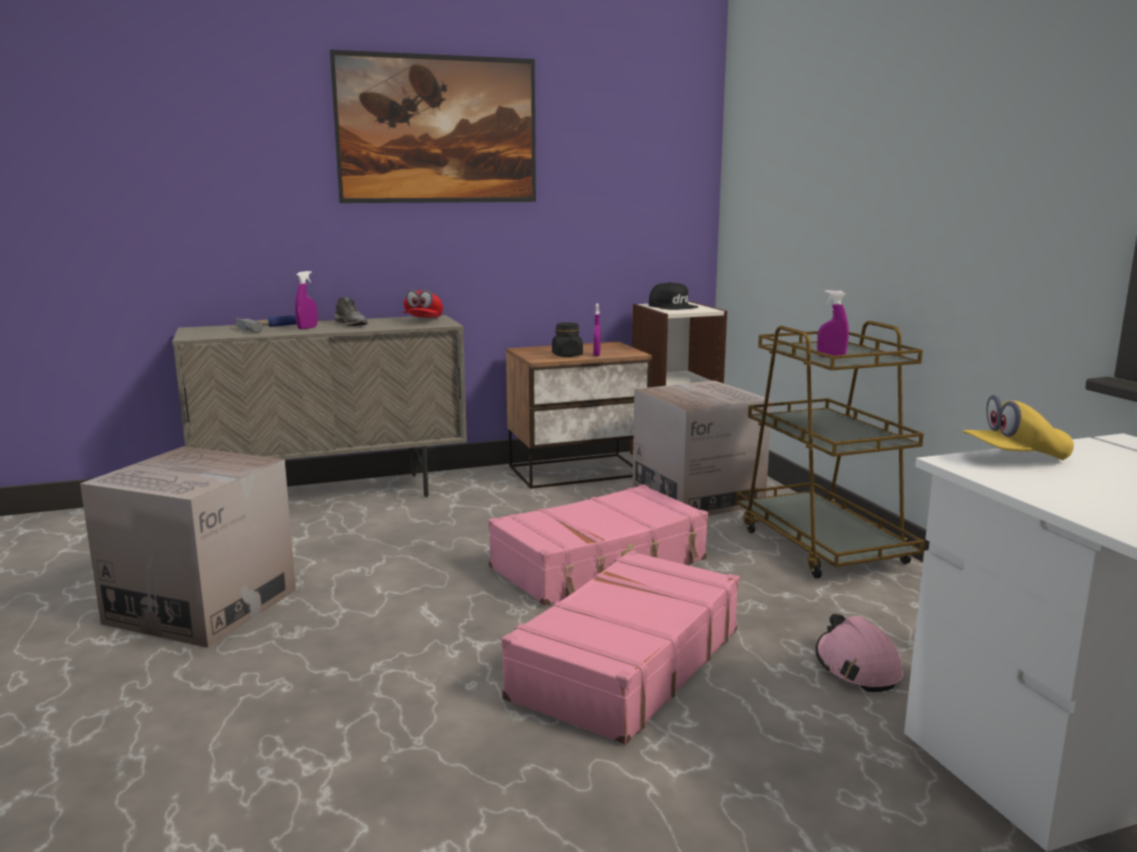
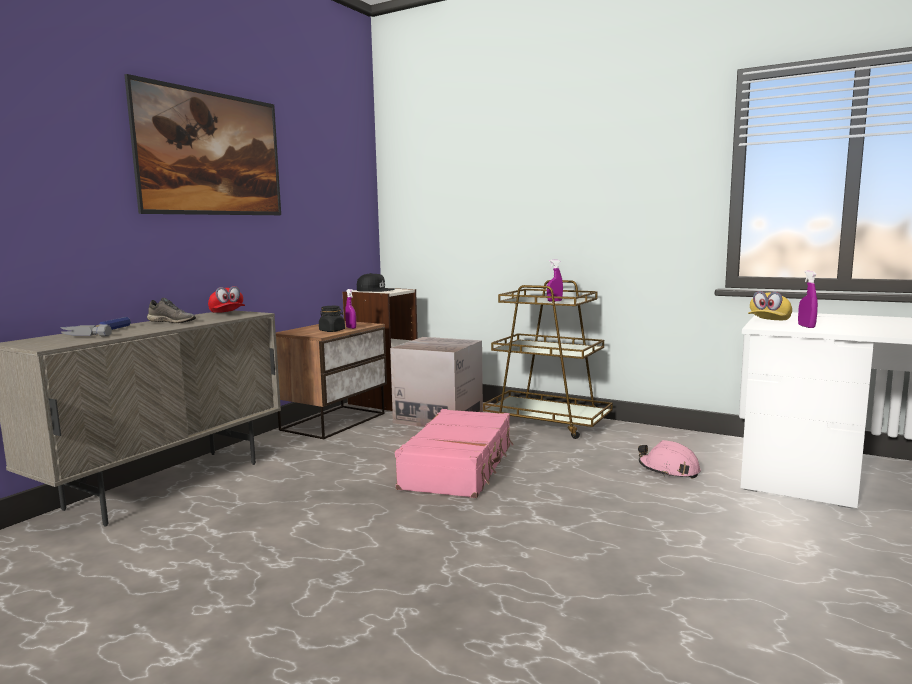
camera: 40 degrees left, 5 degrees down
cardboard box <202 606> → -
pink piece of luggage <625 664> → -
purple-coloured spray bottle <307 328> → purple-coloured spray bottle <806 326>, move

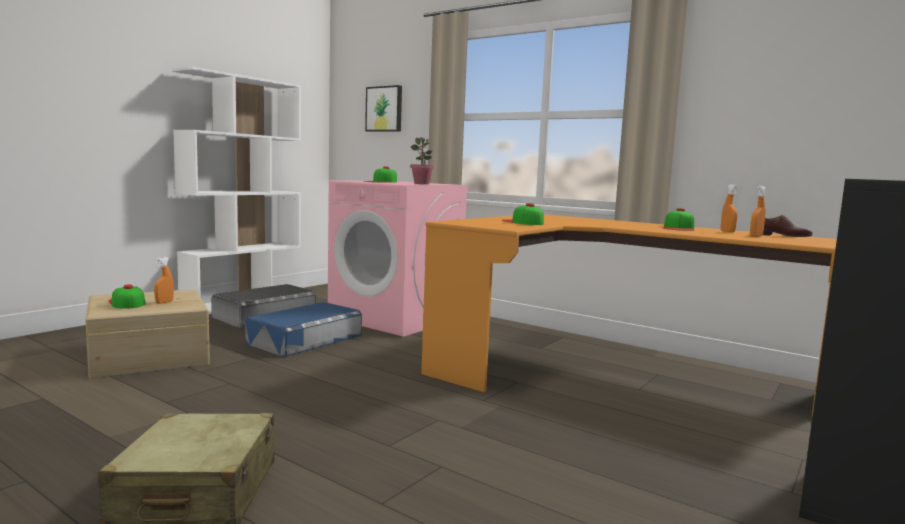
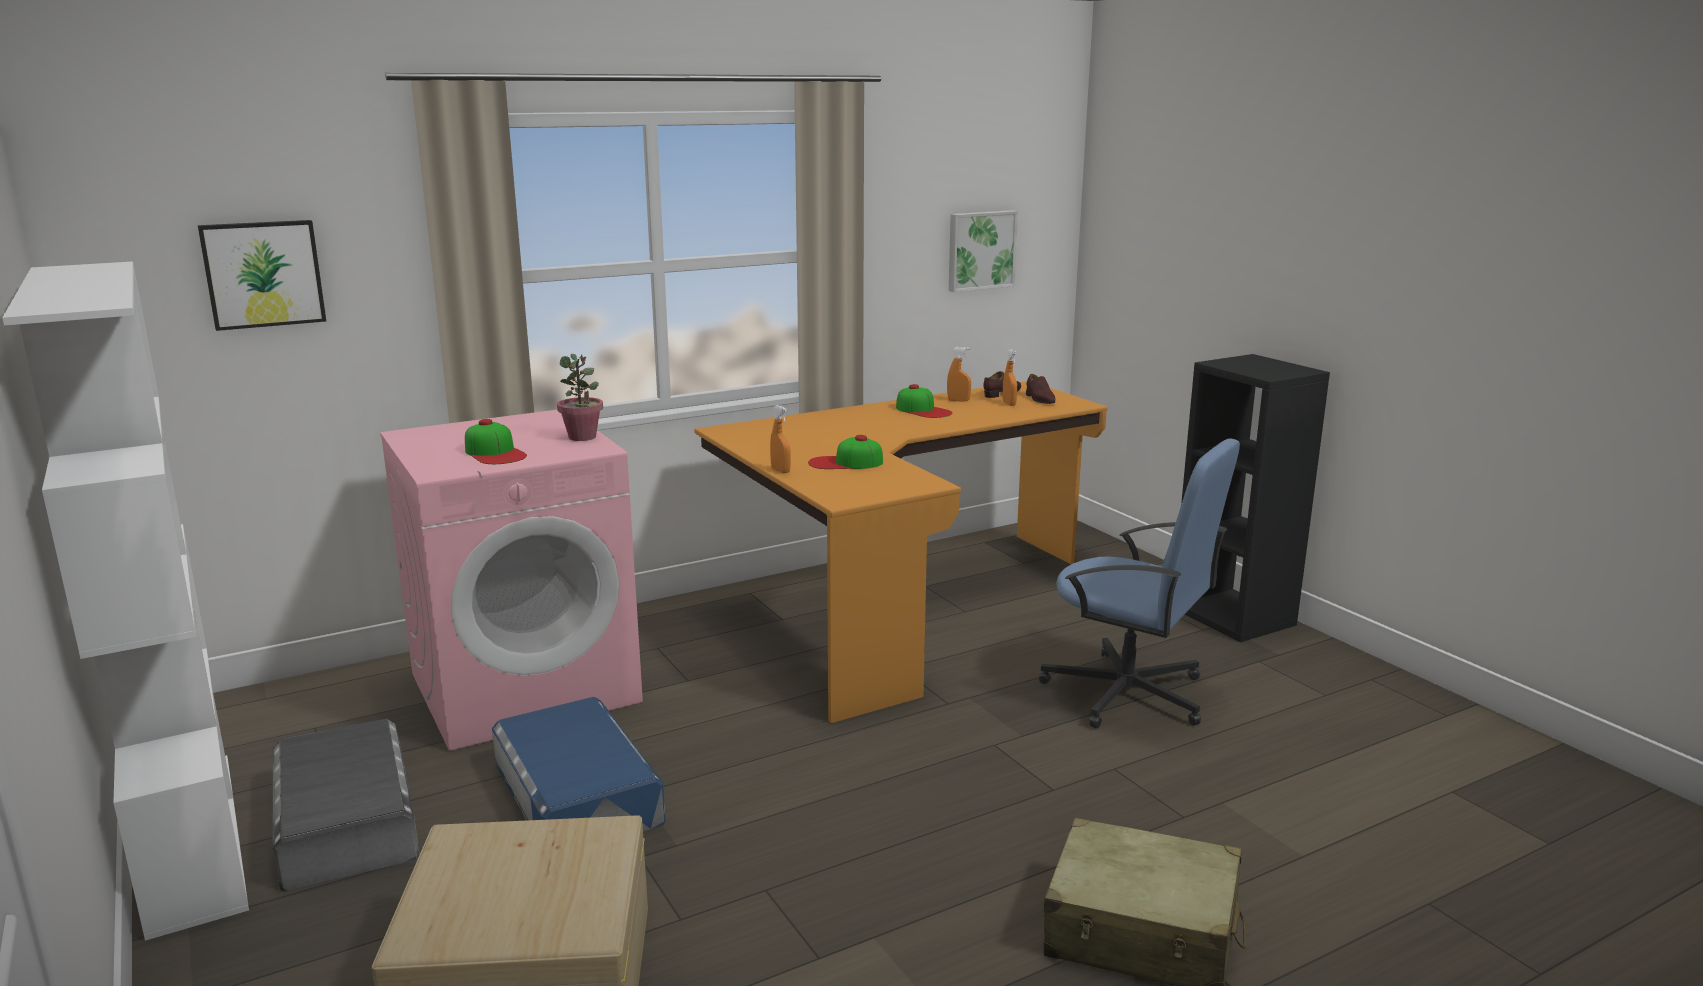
camera: 65 degrees left, 10 degrees up
baseball cap <126 302> → -
- → wall picture <980 250>
- → brown item of footwear <1039 399>
- → blue computer chair <1128 694>
orange-coloured spray bottle <164 302> → orange-coloured spray bottle <780 471>, move

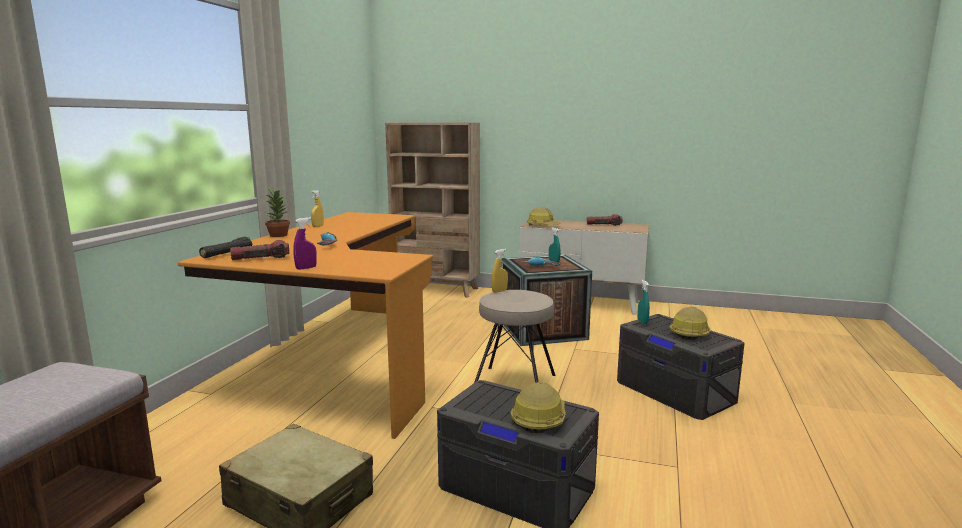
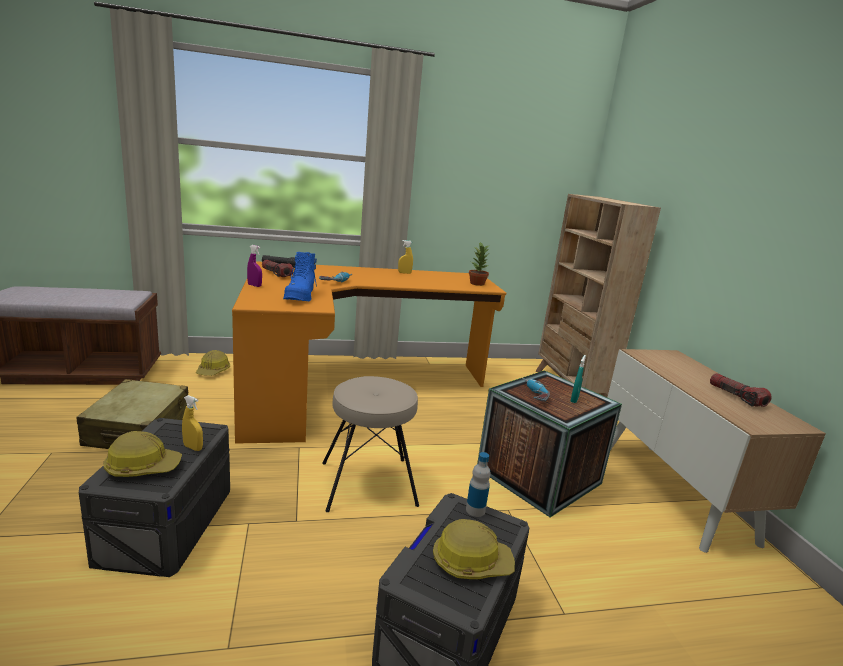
camera: 60 degrees right, 5 degrees up
- → blue tall boot <300 296>
potted plant <278 235> → potted plant <477 283>, move
yellowish spray bottle <499 291> → yellowish spray bottle <193 447>, move
hard hat <542 226> → hard hat <213 371>, move
turquoise-coloured spray bottle <642 322> → bottle <475 510>

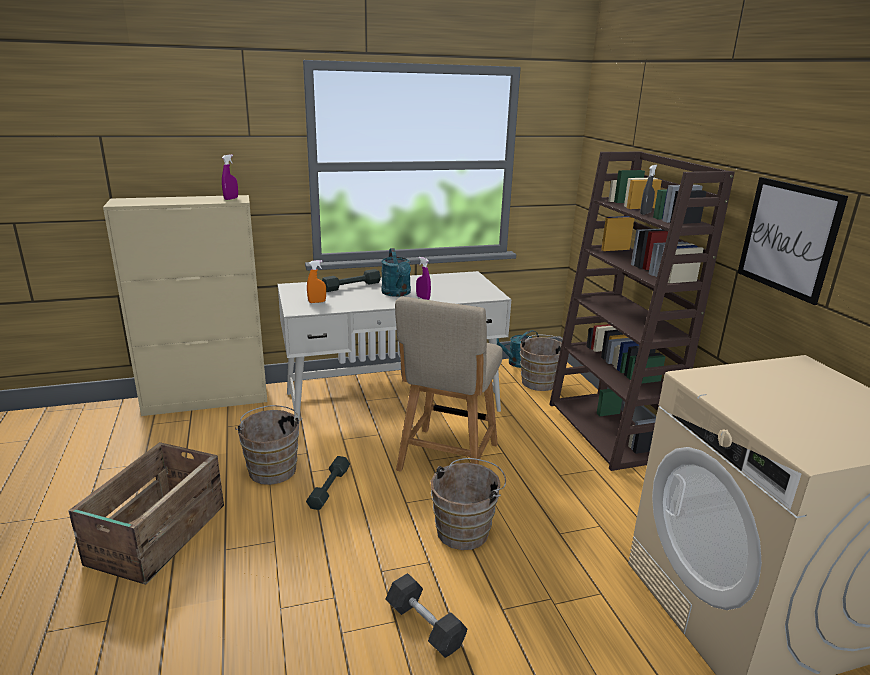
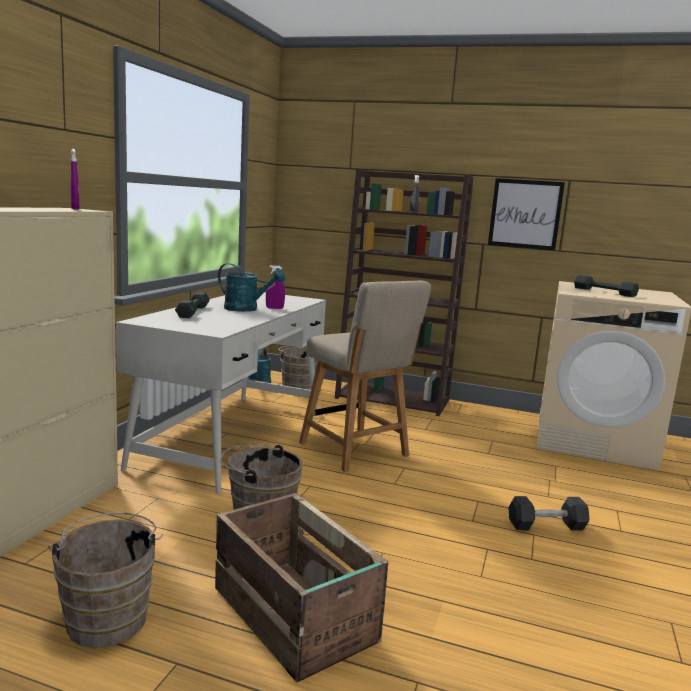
camera: 55 degrees left, 10 degrees down
orange-coloured spray bottle <317 302> → -
gray hand weight <329 488> → gray hand weight <604 292>, move
brown pail <466 529> → brown pail <108 617>, move

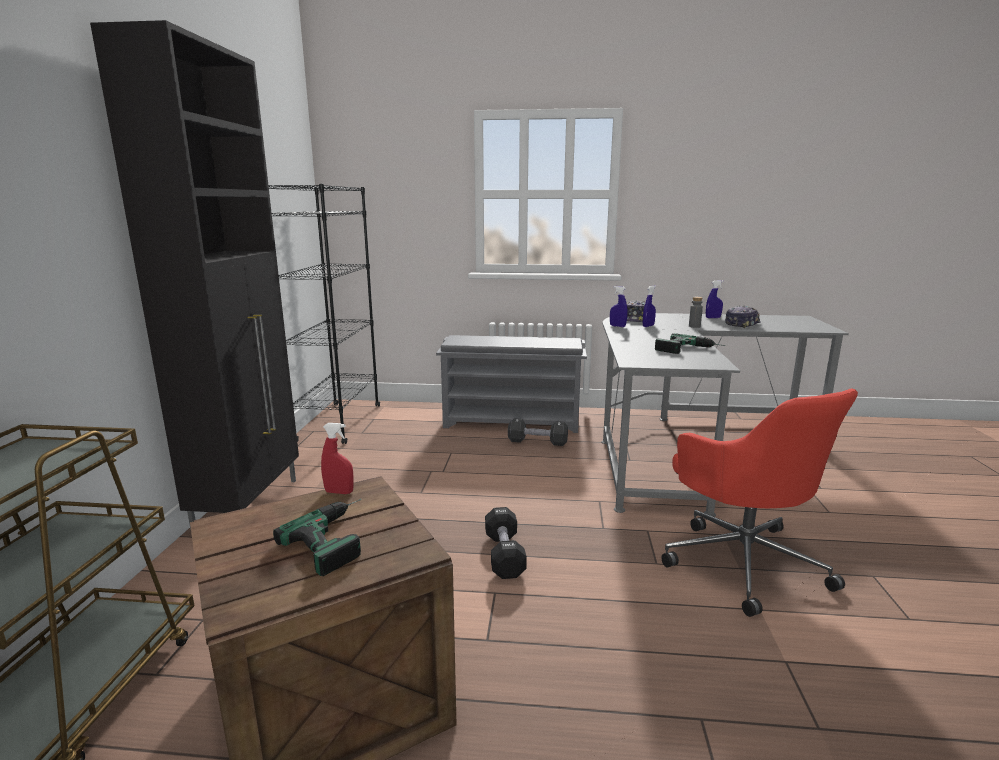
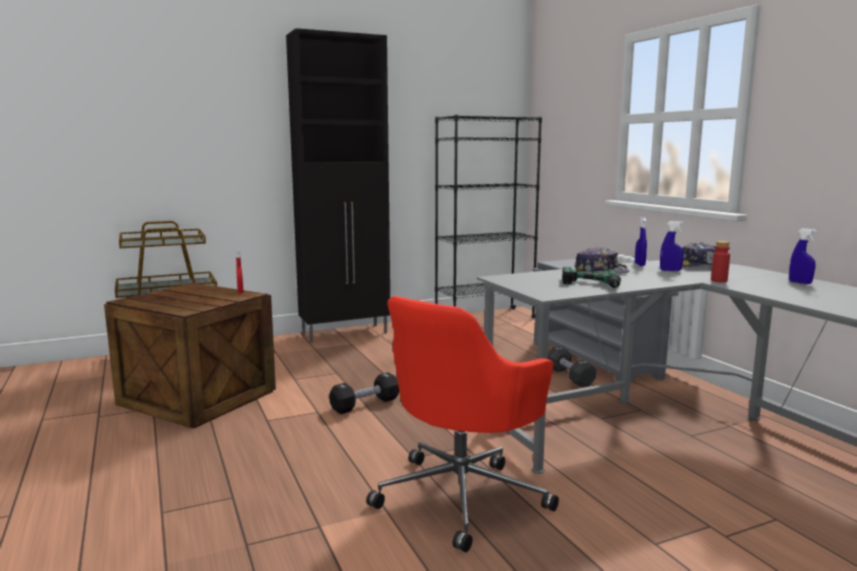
camera: 60 degrees right, 5 degrees down
drill <340 537> → -
baseball cap <742 324> → baseball cap <601 271>, move
gray bottle <694 326> → reddish bottle <719 281>

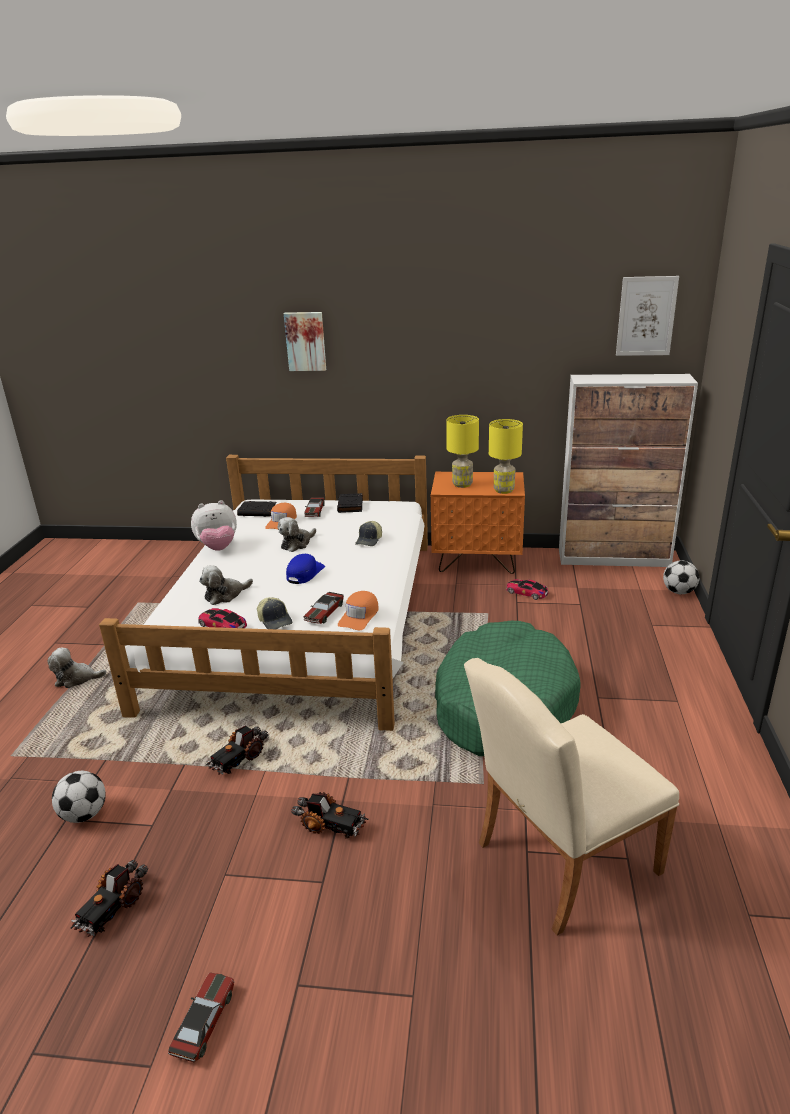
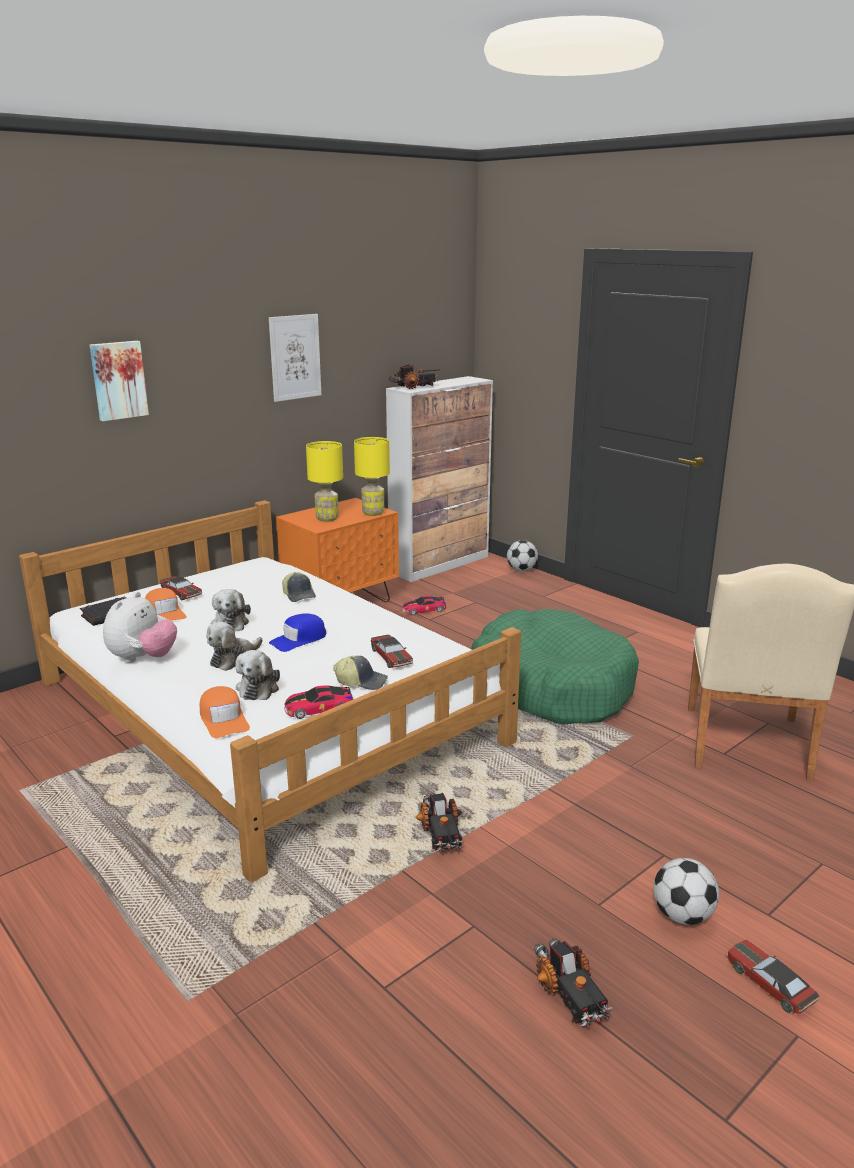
camera: 50 degrees left, 5 degrees down
black-coloured volume <350 506> → -
plush toy <76 679> → plush toy <234 659>, move
ball for football <84 815> → ball for football <682 916>, move
model truck <330 825> → model truck <414 387>, move
orange-coloured baseball cap <359 616> → orange-coloured baseball cap <223 719>, move
wall picture <646 316> → wall picture <295 357>, move
blue baseball cap <305 573> → blue baseball cap <299 640>, 105 degrees counterclockwise

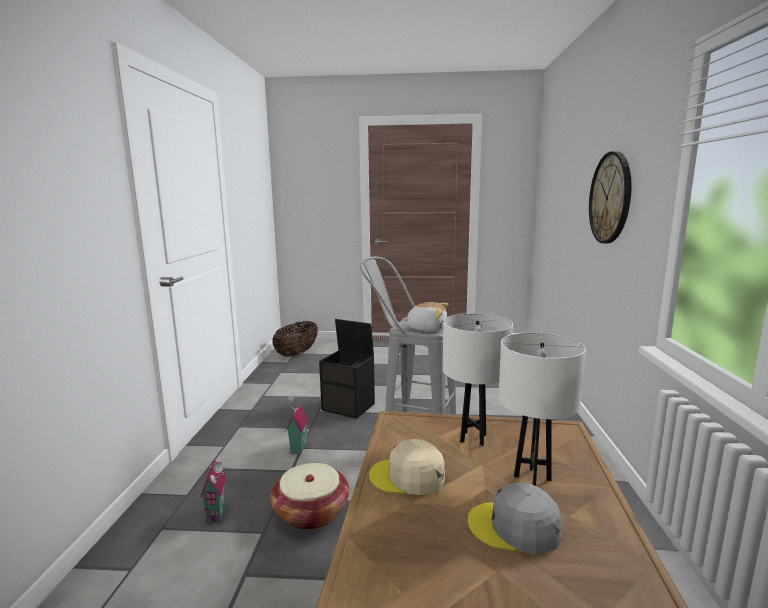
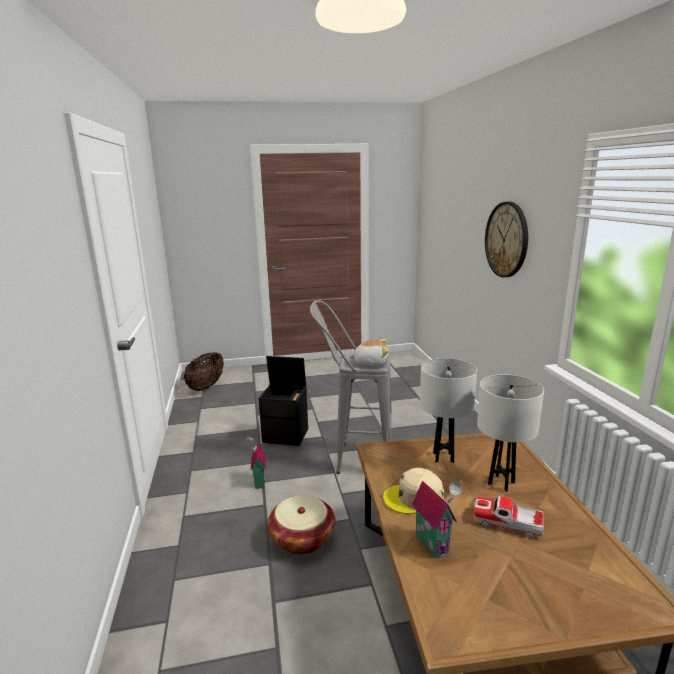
camera: 15 degrees left, 5 degrees up
model house <218 513> → model house <434 543>, move
gray baseball cap <514 527> → toy car <508 523>

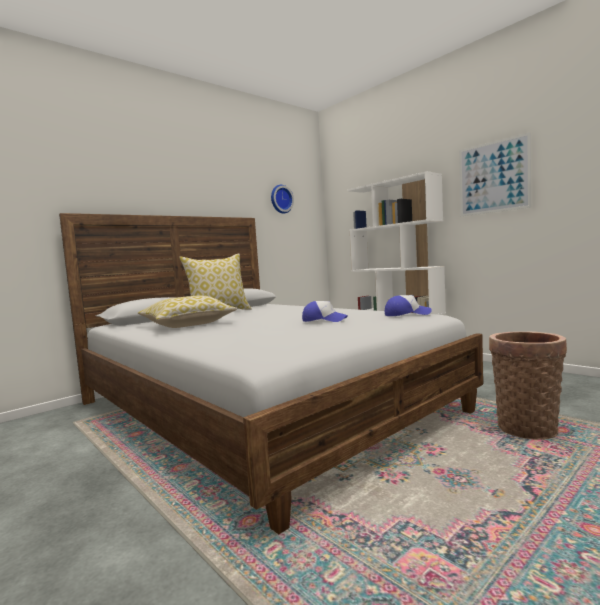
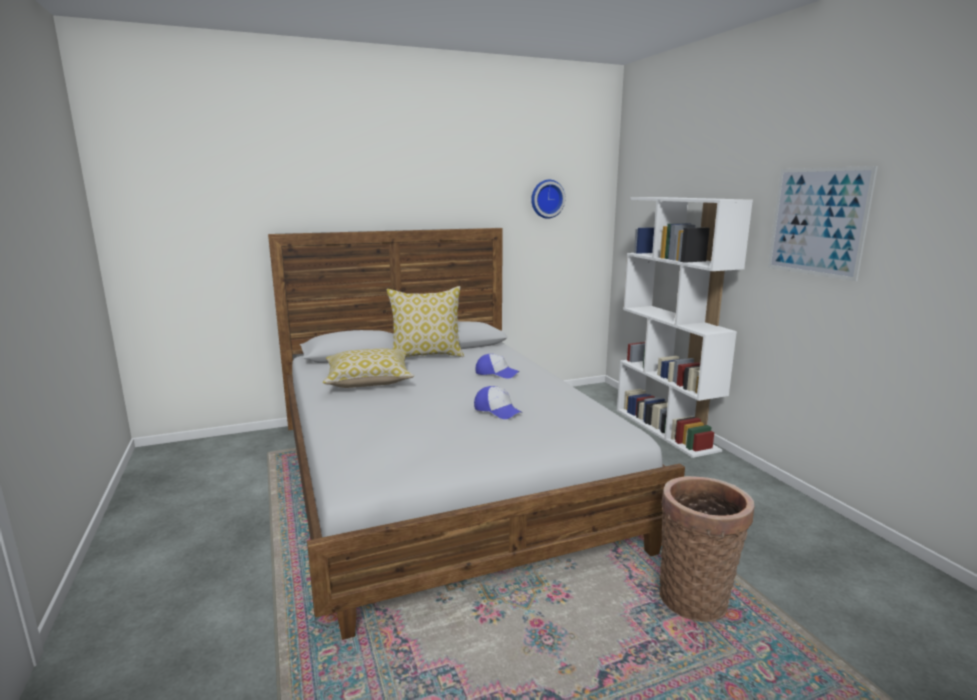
camera: 20 degrees right, 10 degrees up
baseball cap <406 314> → baseball cap <496 373>, move

